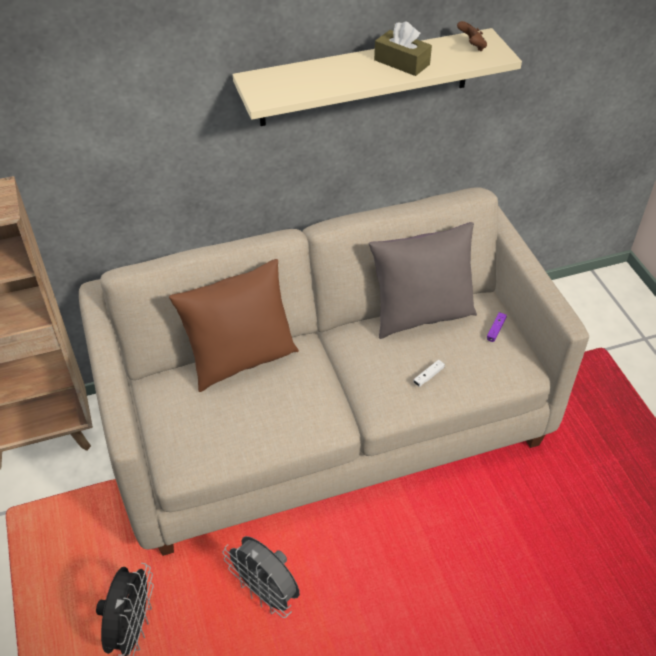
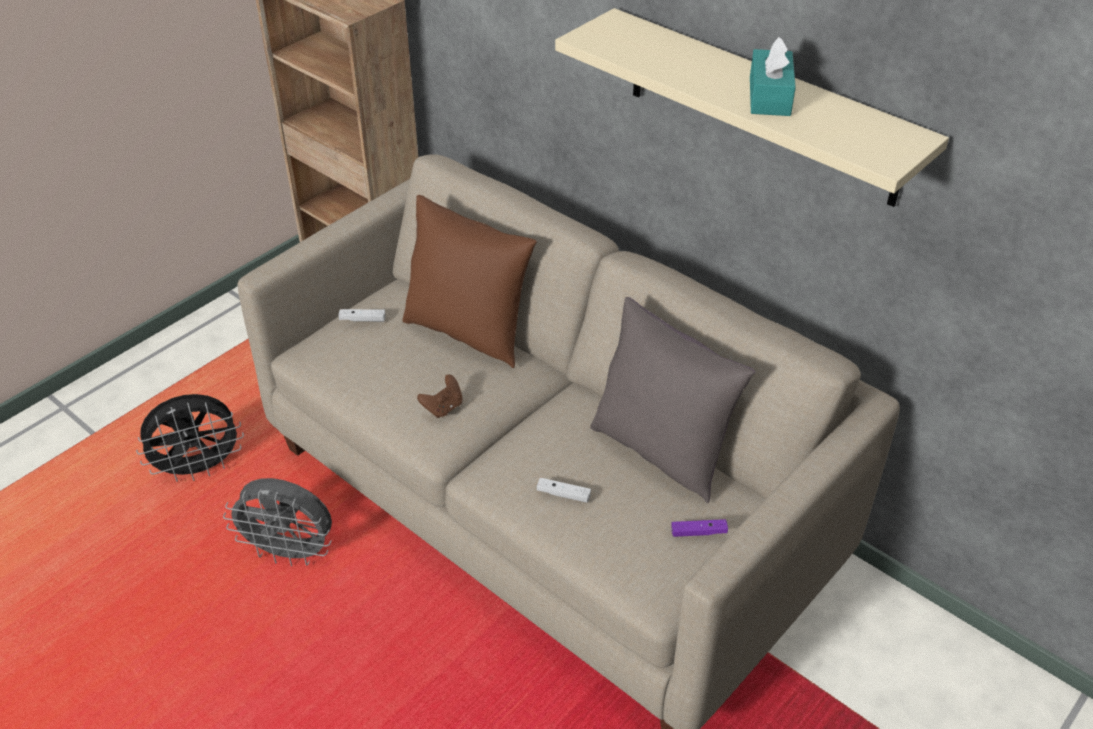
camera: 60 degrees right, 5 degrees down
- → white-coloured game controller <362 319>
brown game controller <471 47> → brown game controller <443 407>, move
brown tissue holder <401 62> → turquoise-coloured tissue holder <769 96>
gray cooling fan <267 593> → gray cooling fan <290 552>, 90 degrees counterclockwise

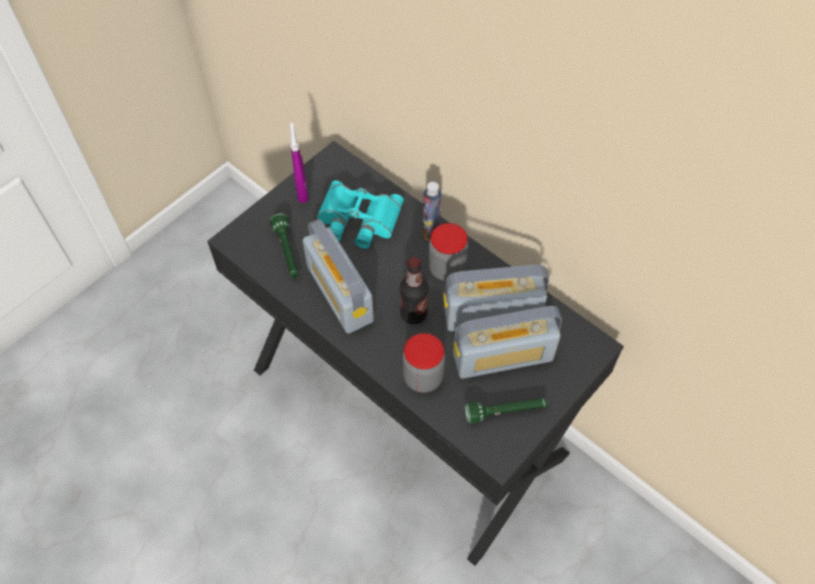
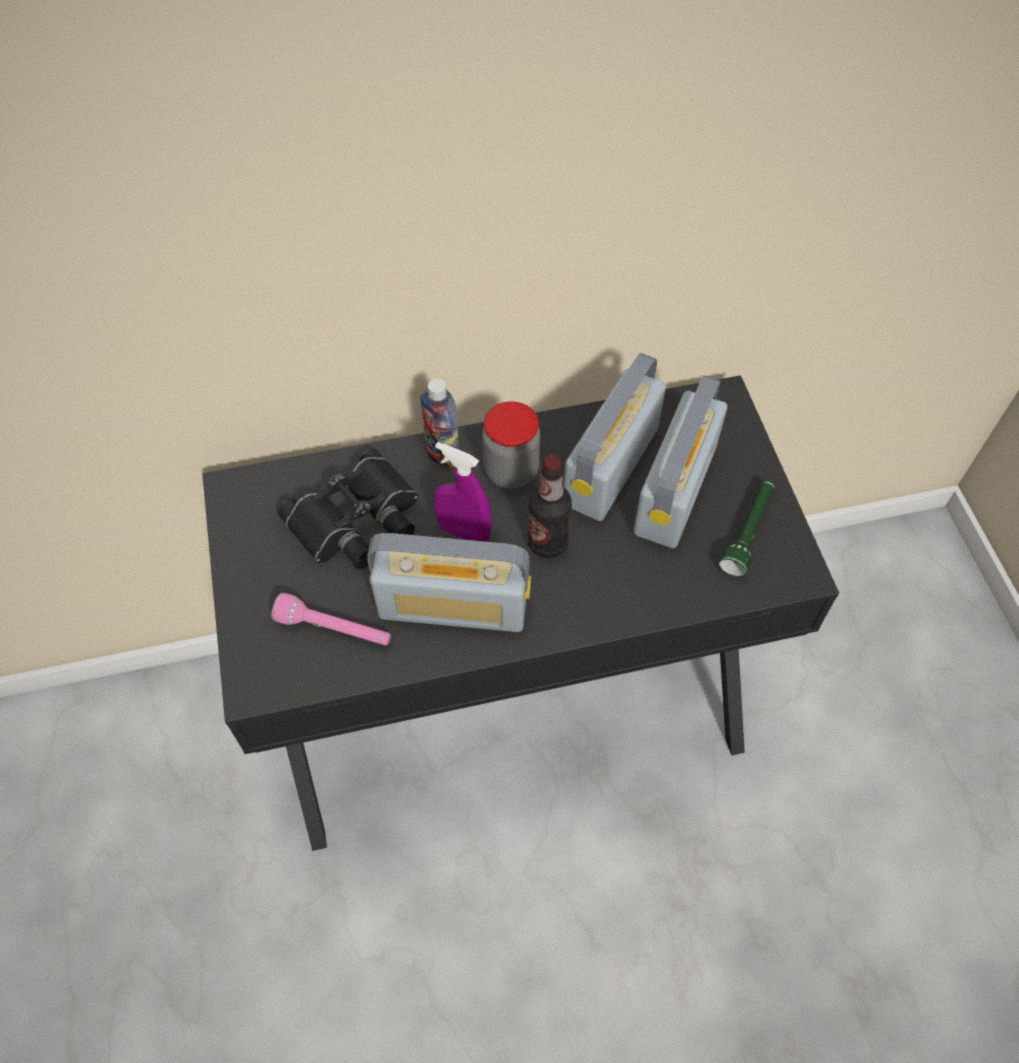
camera: 55 degrees left, 0 degrees up
storage jar <423 377> → -
purple-coloured spray bottle <302 191> → purple-coloured spray bottle <464 532>, move
green-coloured flashlight <287 252> → pink flashlight <335 629>
turquoise-coloured pair of binoculars <357 220> → black-coloured pair of binoculars <357 521>

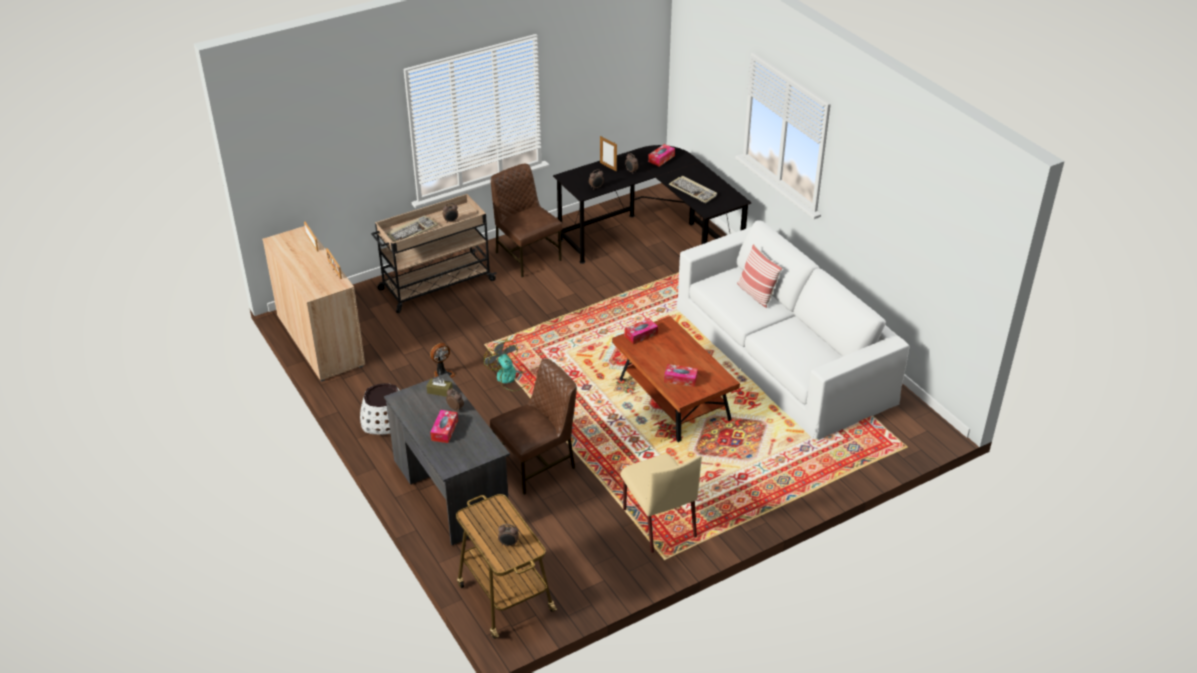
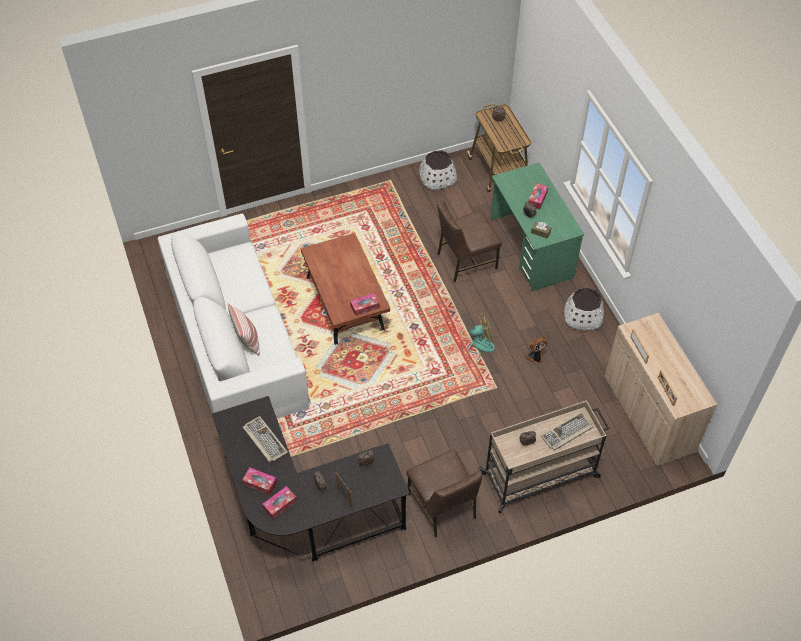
camera: 170 degrees left, 15 degrees up
beige upright chair <658 522> → -
- → white-coloured plant pot <437 178>
tissue holder <680 379> → tissue holder <260 483>, move
gray desk unit <450 490> → green-coloured desk unit <531 248>
cooling fan <510 378> → cooling fan <477 345>, 75 degrees counterclockwise

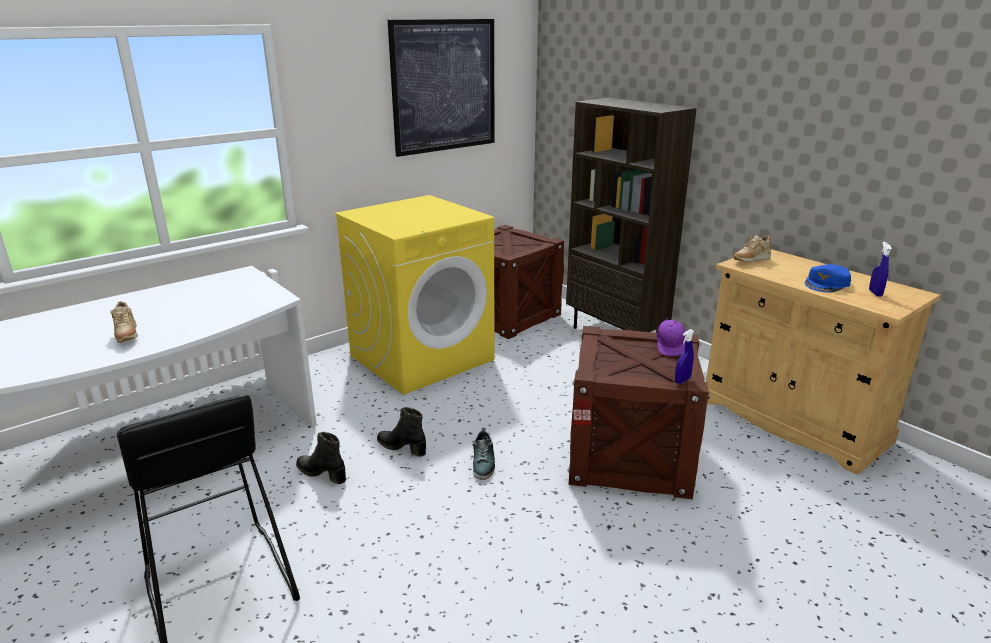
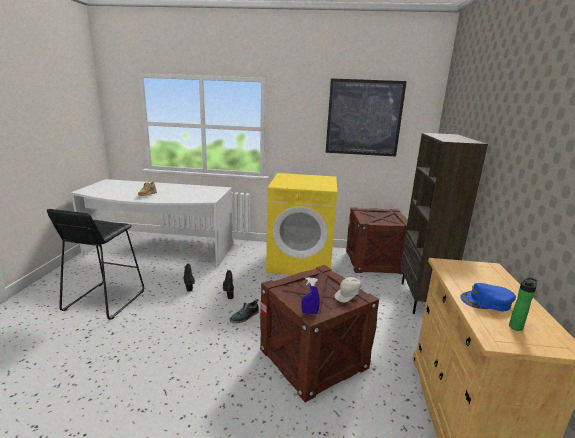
camera: 45 degrees right, 5 degrees down
beige item of footwear <750 261> → -
blue spray bottle <875 293> → bottle <516 326>
purple-coloured baseball cap <670 347> → white-coloured baseball cap <348 296>

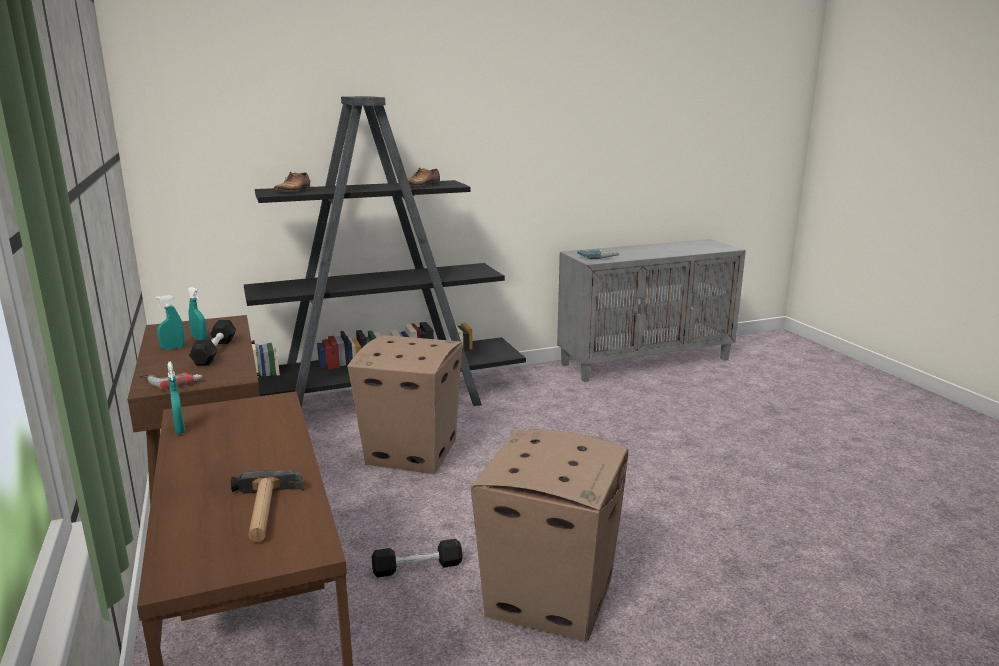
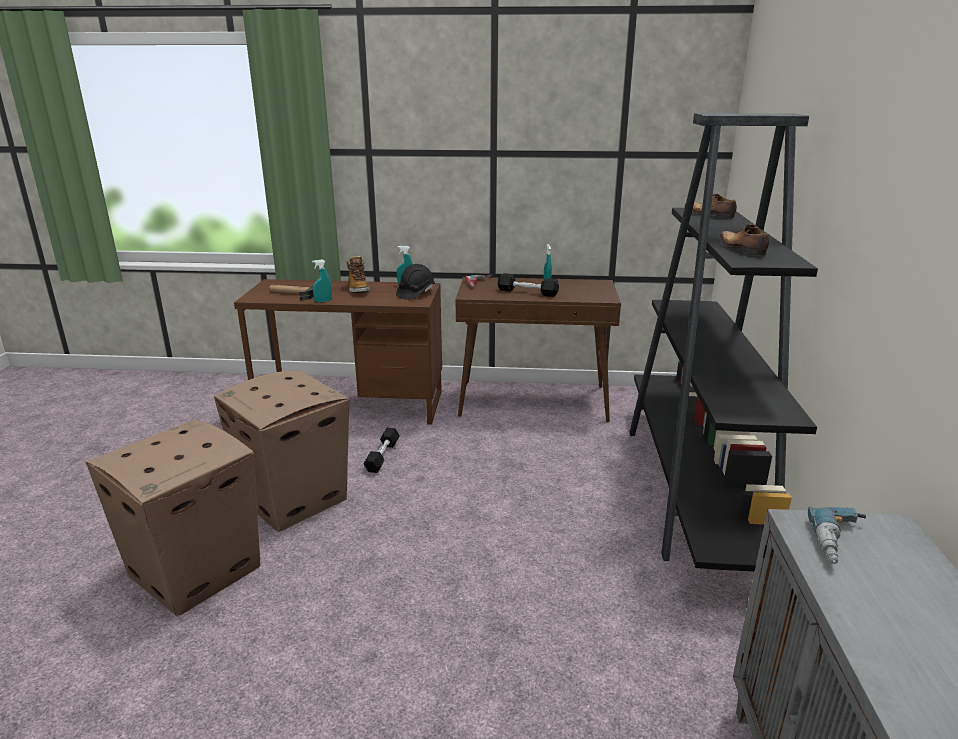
camera: 115 degrees right, 5 degrees up
- → tall boot <358 289>
- → black-coloured hard hat <415 293>
turquoise-coloured spray bottle <199 338> → turquoise-coloured spray bottle <323 301>, move
cardboard box <410 452> → cardboard box <197 570>, move

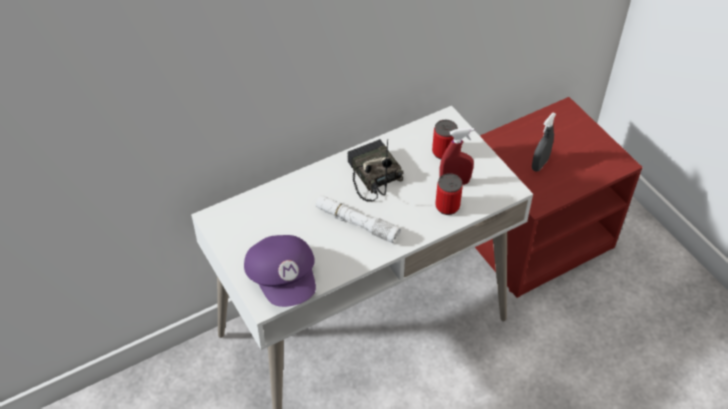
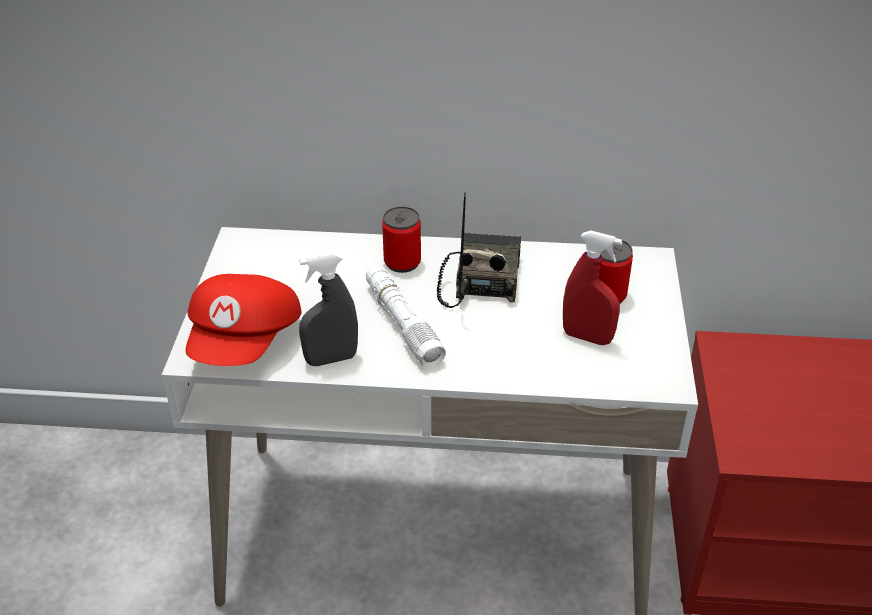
camera: 35 degrees right, 10 degrees down
can <447 206> → can <402 262>, move
gray spray bottle <540 164> → gray spray bottle <331 359>, move
purple-coloured baseball cap <284 279> → reddish baseball cap <246 342>

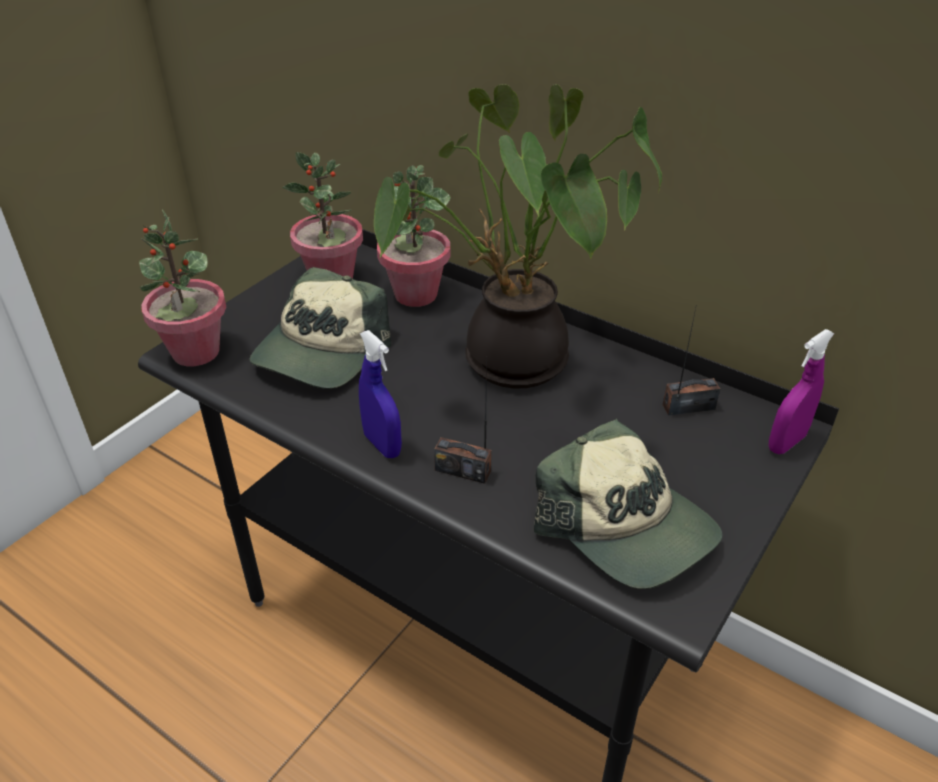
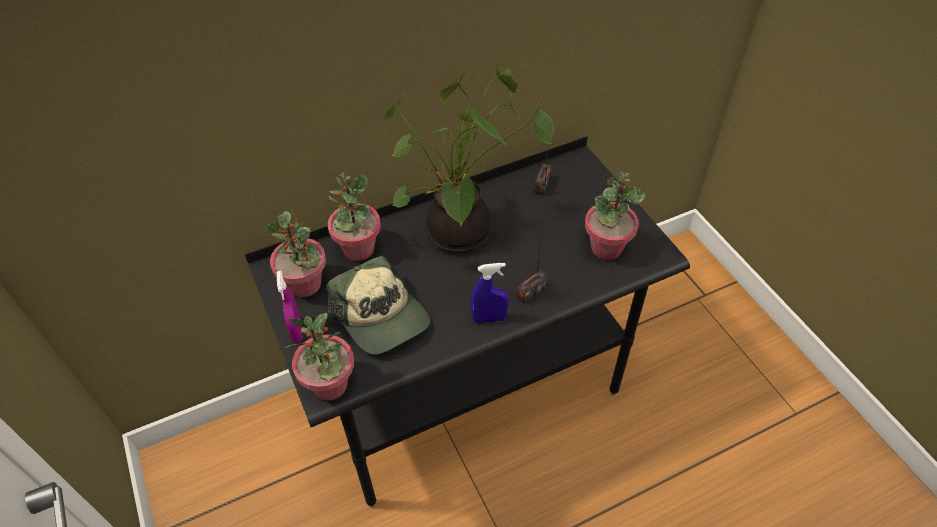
camera: 60 degrees left, 10 degrees up
purple-coloured spray bottle <786 443> → purple-coloured spray bottle <296 331>, move
baseball cap <626 526> → potted plant <606 248>

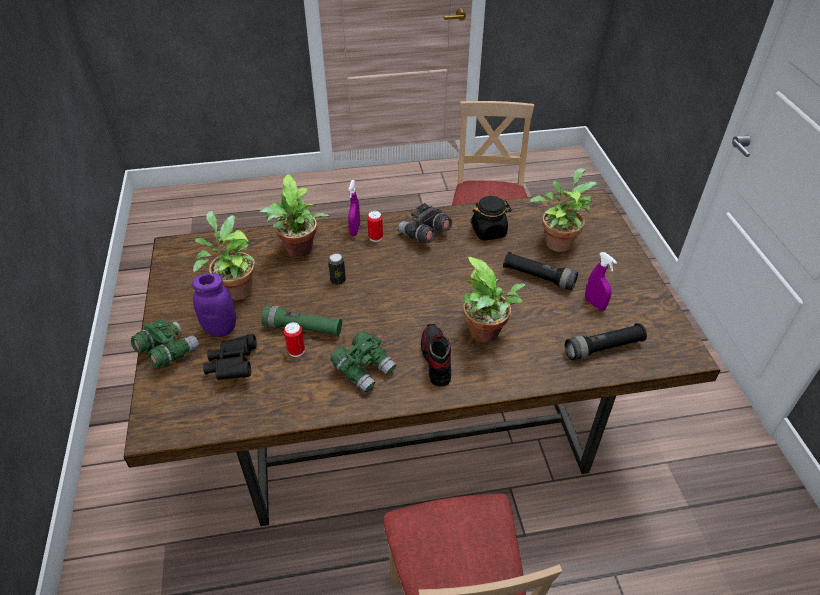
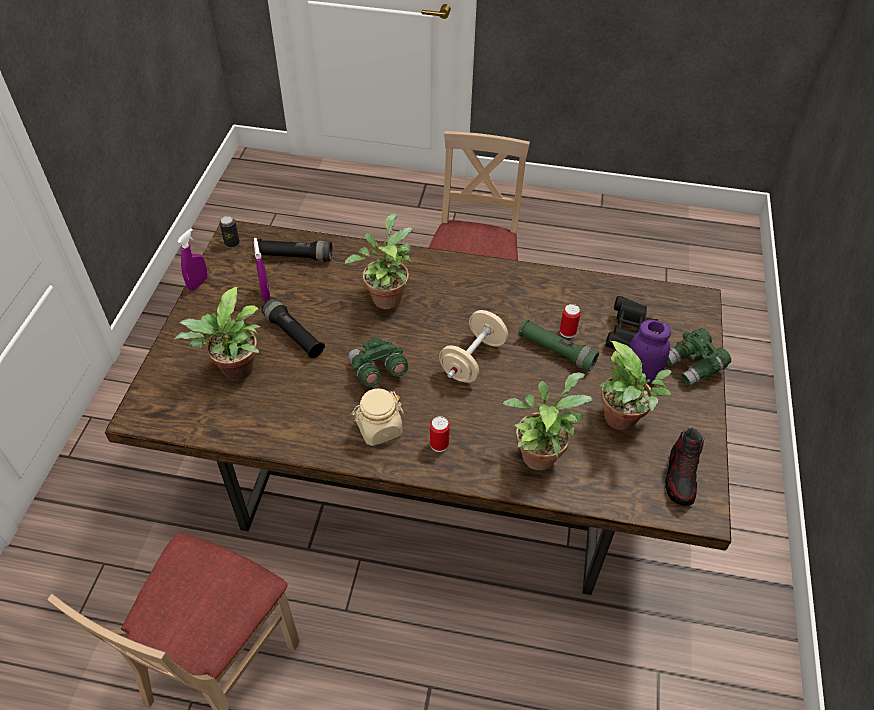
camera: 160 degrees left, 5 degrees up
black-coloured storage jar <489 231> → -
- → beige hand weight <472 360>
can <338 280> → can <232 243>, move
green-coloured pair of binoculars <364 369> → green-coloured pair of binoculars <377 371>, move
purple-coloured spray bottle <355 230> → purple-coloured spray bottle <198 283>, move
item of footwear <436 360> → item of footwear <681 476>, move
gray pair of binoculars <424 235> → beige storage jar <379 429>

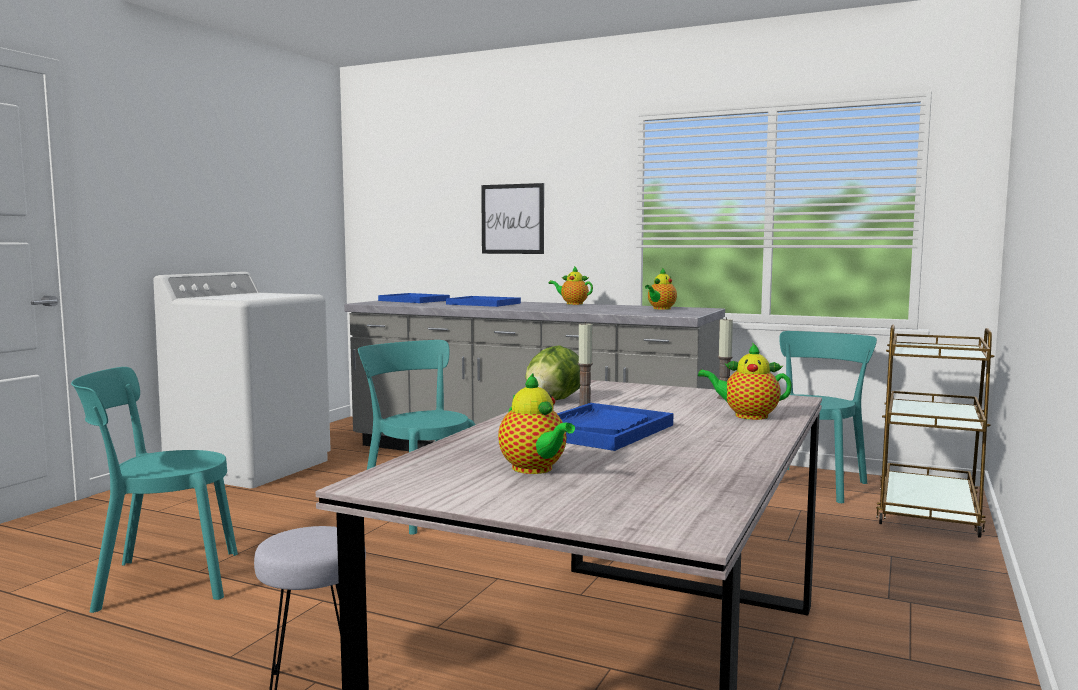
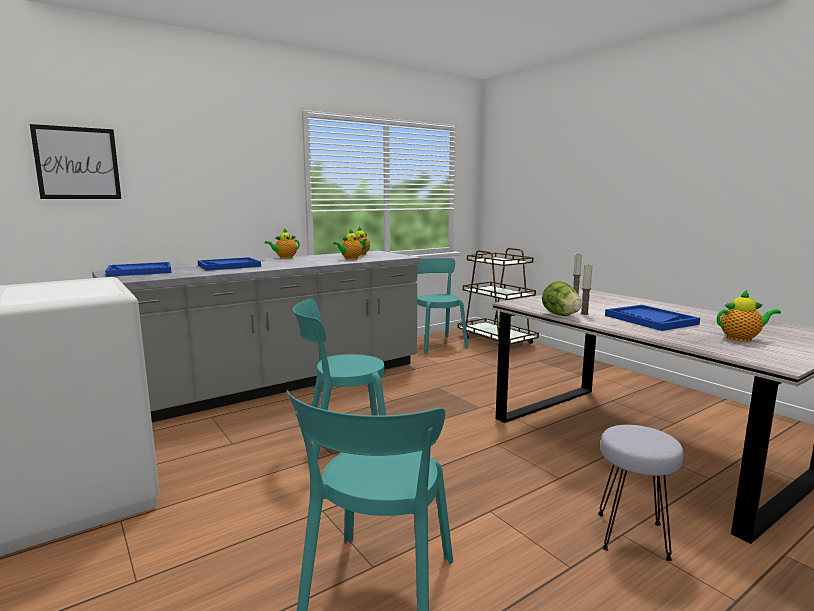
camera: 60 degrees left, 5 degrees up
wall picture <512 219> → wall picture <77 163>, move
tea pot <747 416> → tea pot <350 259>, move

